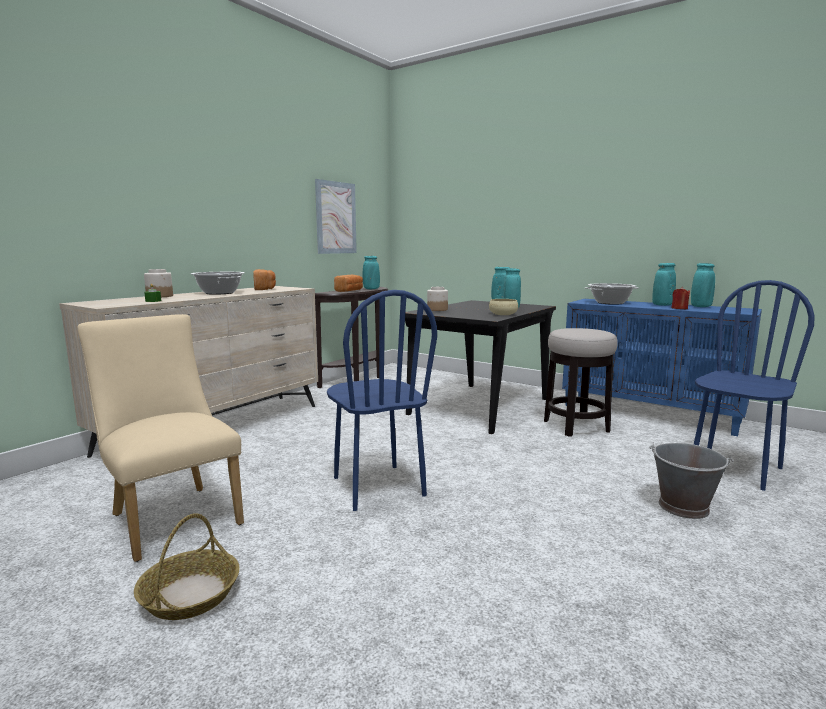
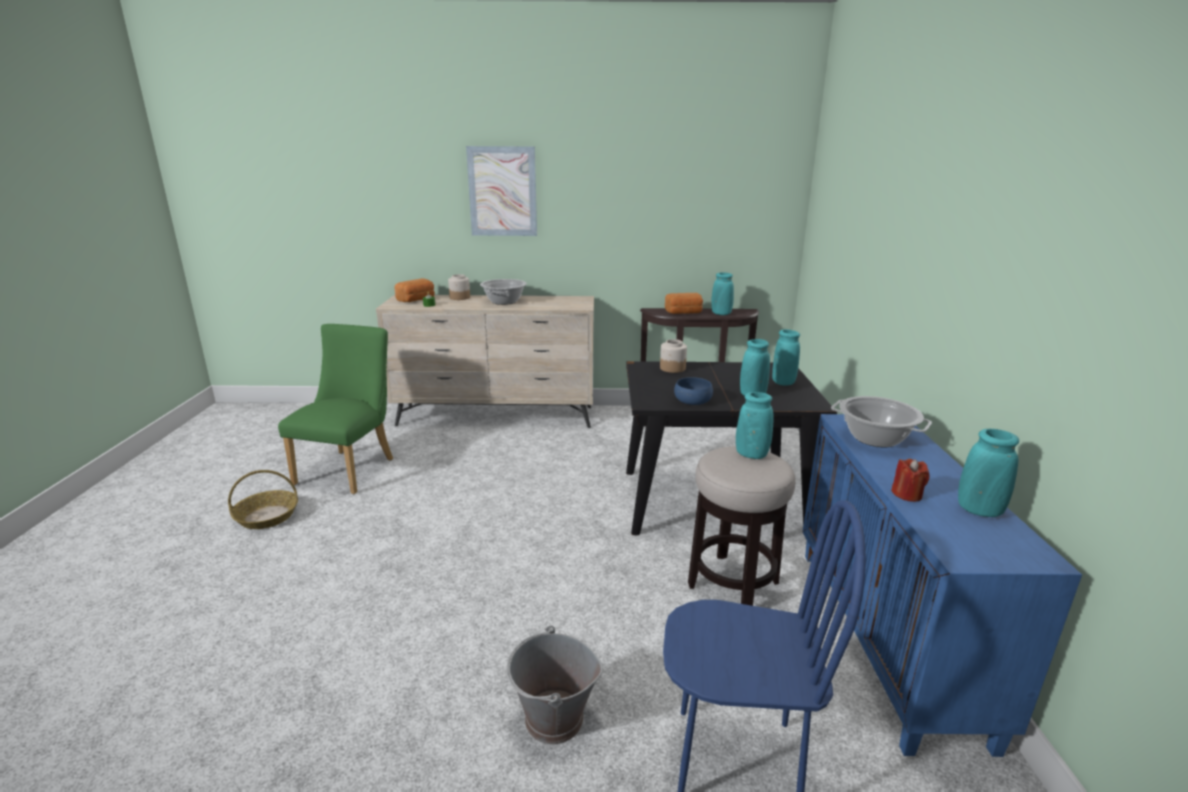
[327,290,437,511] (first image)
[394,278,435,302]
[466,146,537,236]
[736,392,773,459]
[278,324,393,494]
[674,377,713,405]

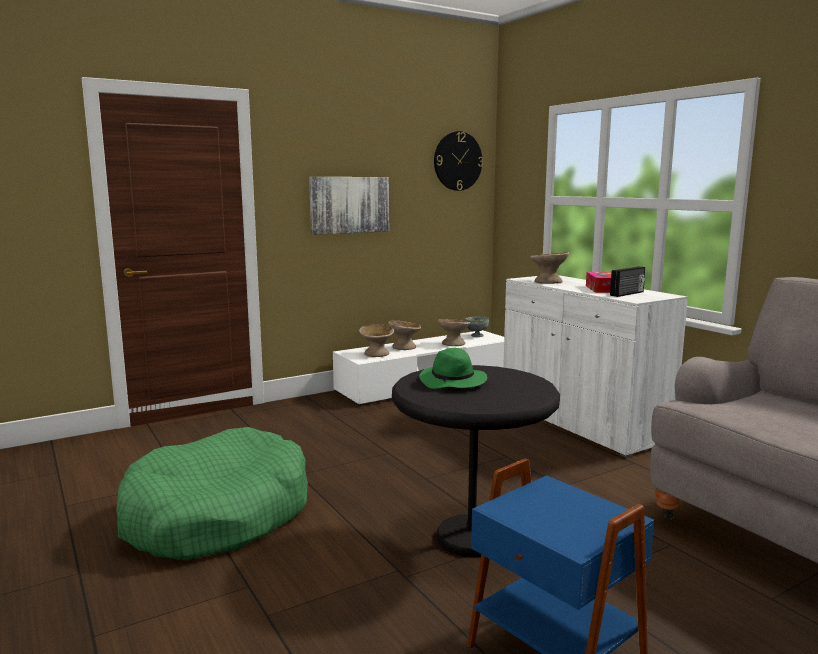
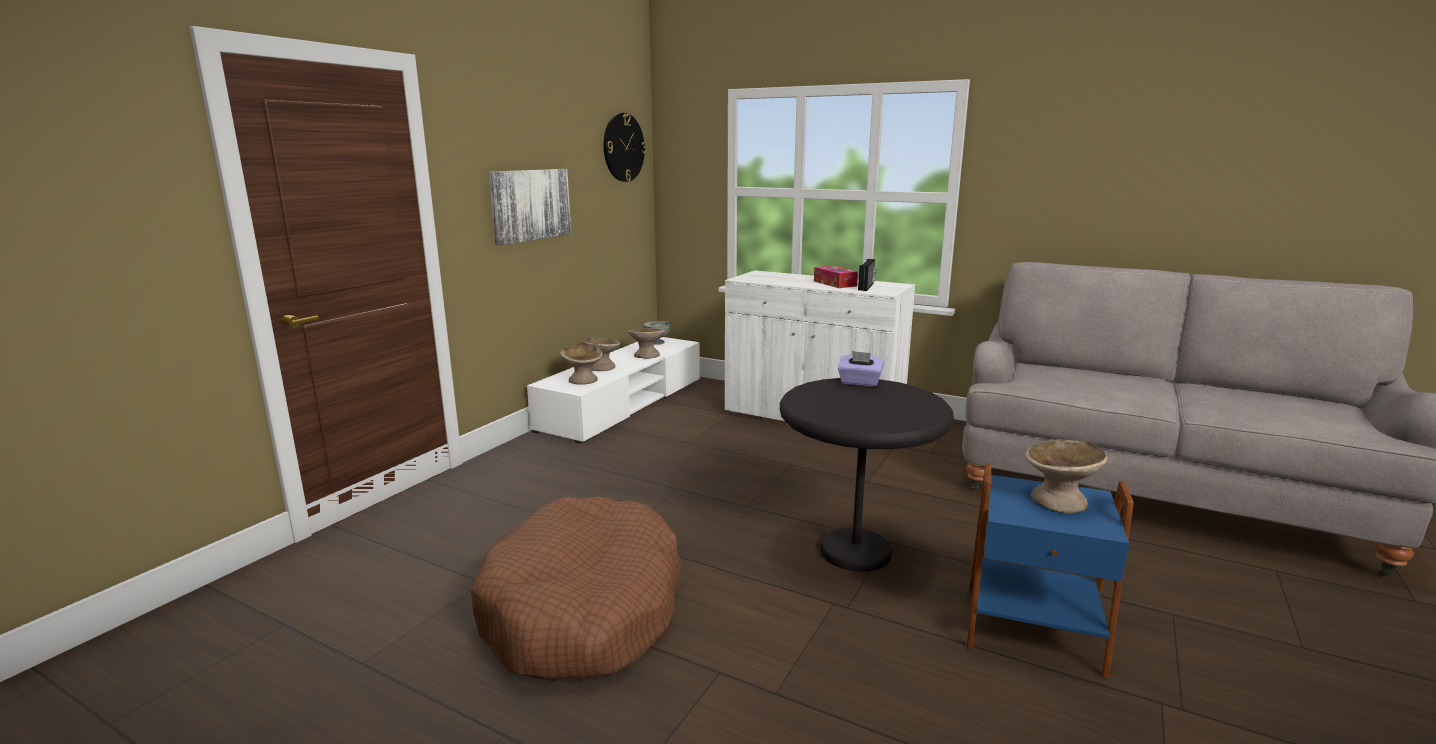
[419,348,487,389] (first image)
[838,351,884,387]
[1025,440,1107,513]
[471,496,681,681]

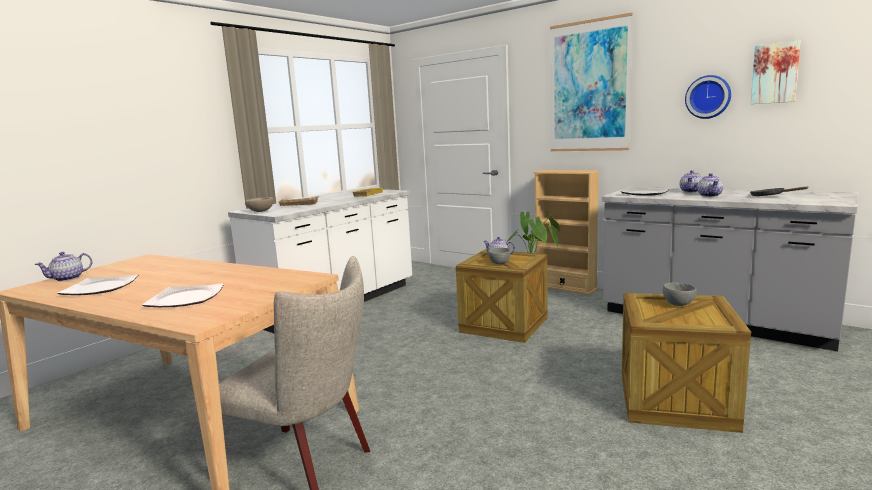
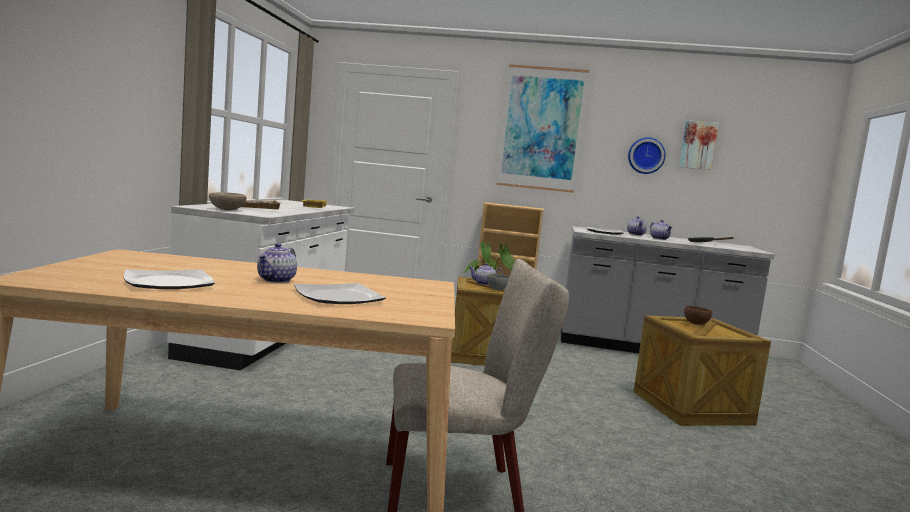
[257,243,297,283]
[684,306,712,325]

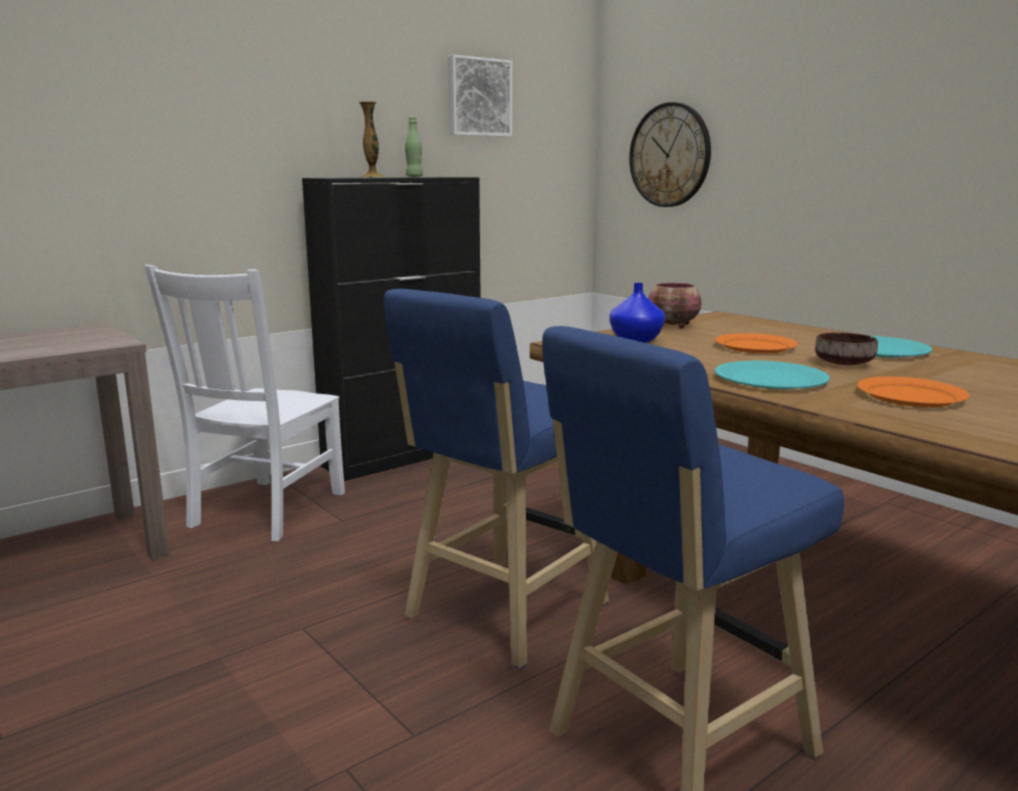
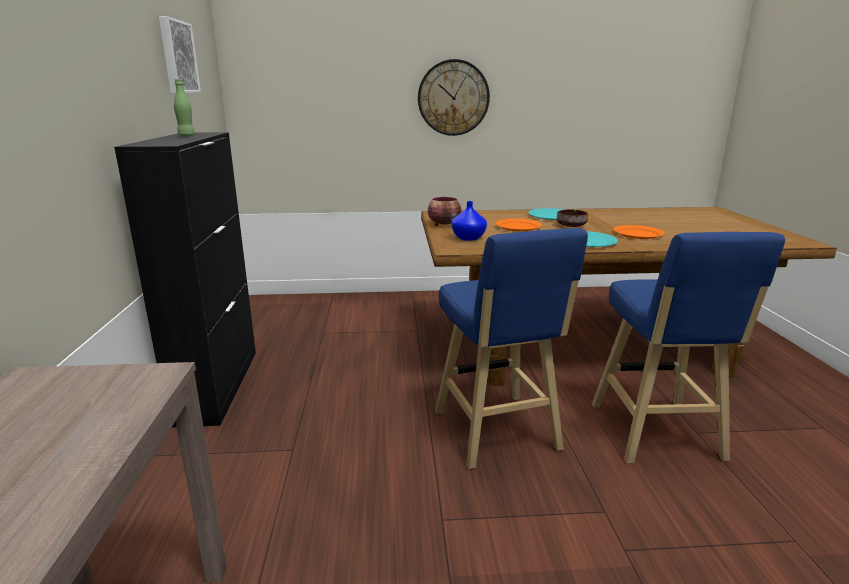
[145,265,345,541] (first image)
[359,102,386,177] (first image)
[418,59,490,136]

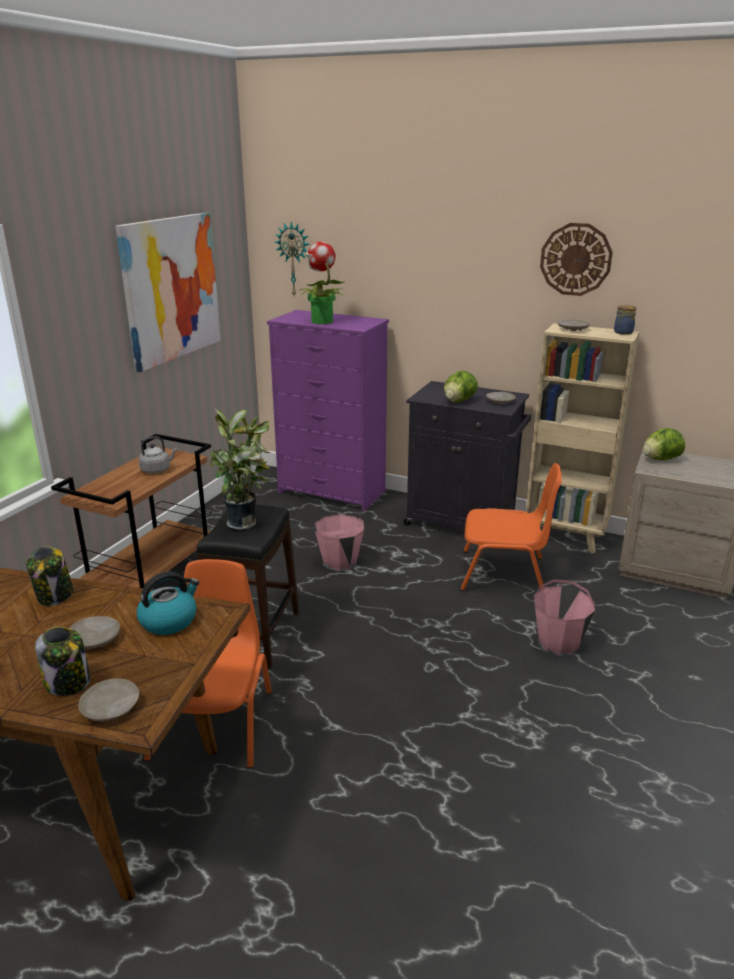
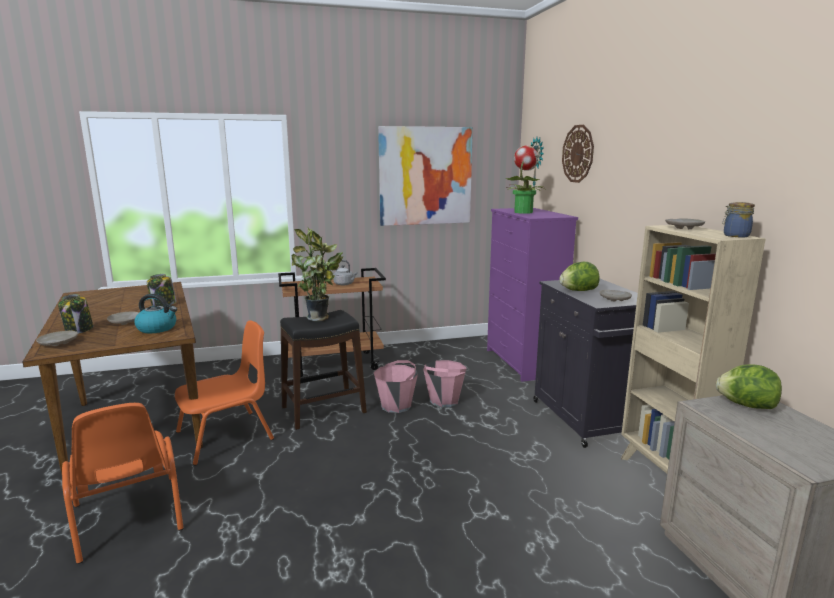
[62,403,184,564]
[374,360,418,413]
[562,125,594,183]

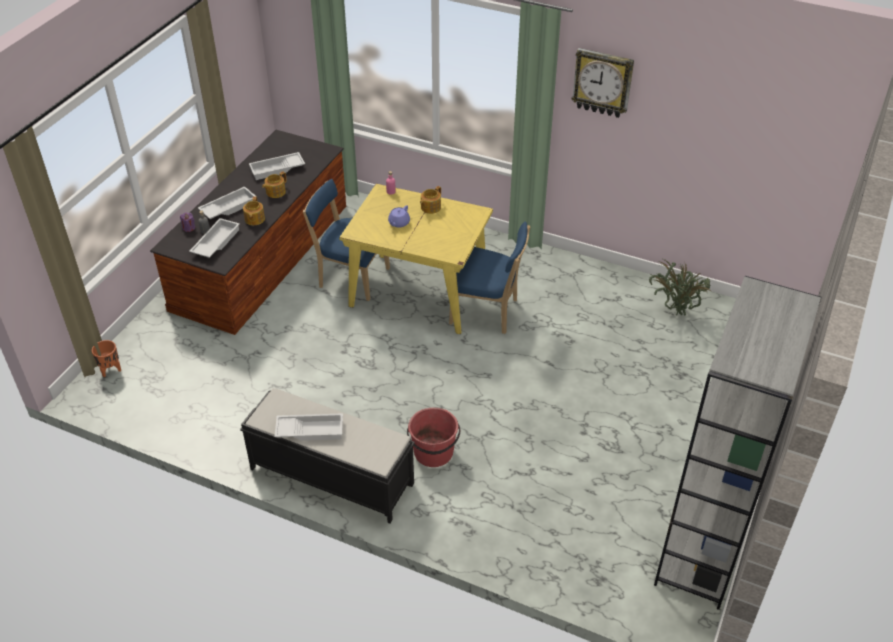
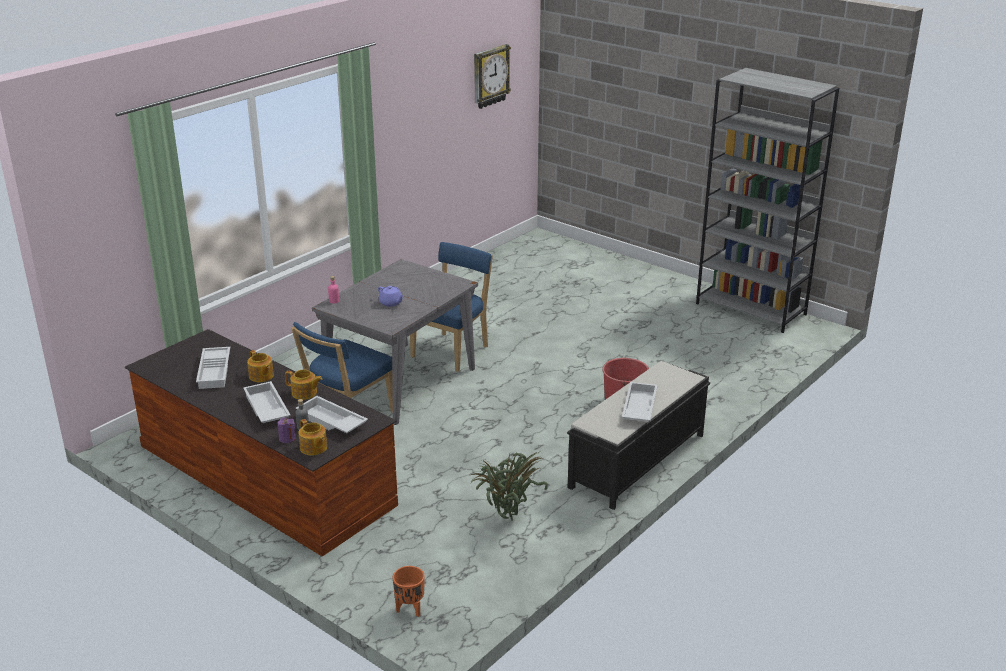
[299,419,327,456]
[474,44,511,109]
[468,451,548,520]
[312,259,478,425]

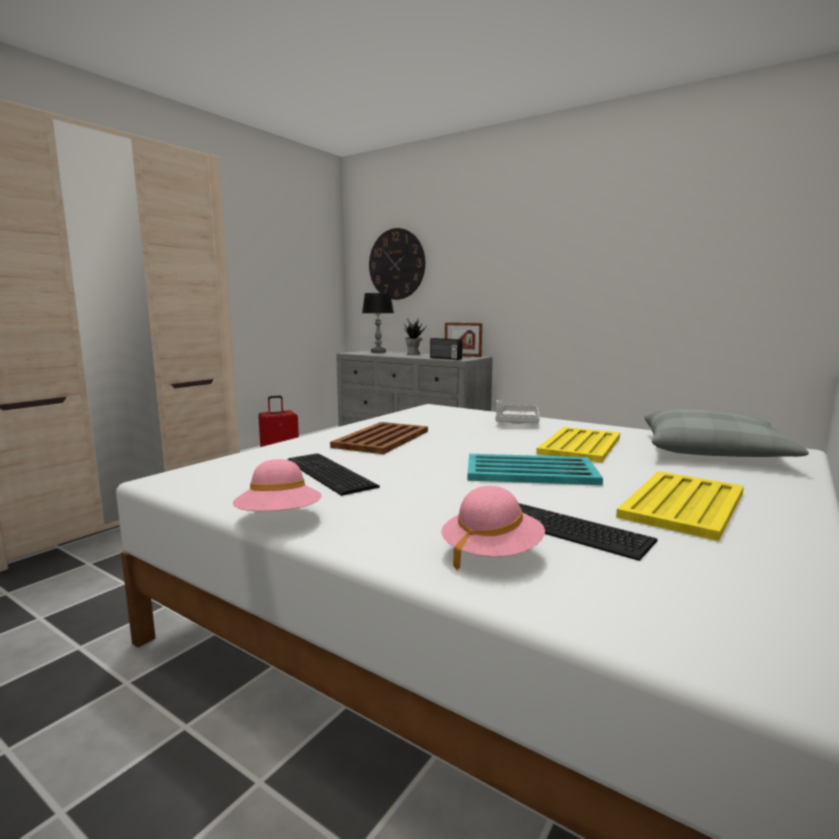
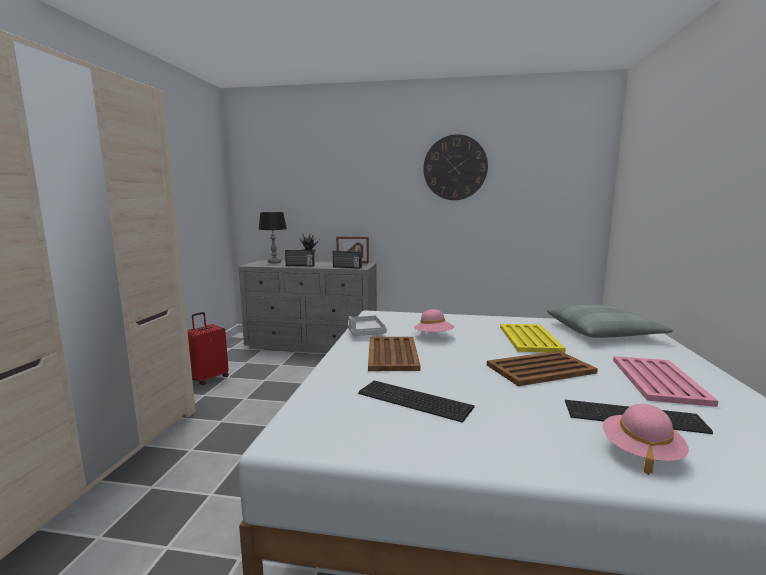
[285,250,315,266]
[414,309,454,332]
[423,134,488,200]
[348,315,387,336]
[487,351,598,386]
[613,356,719,407]

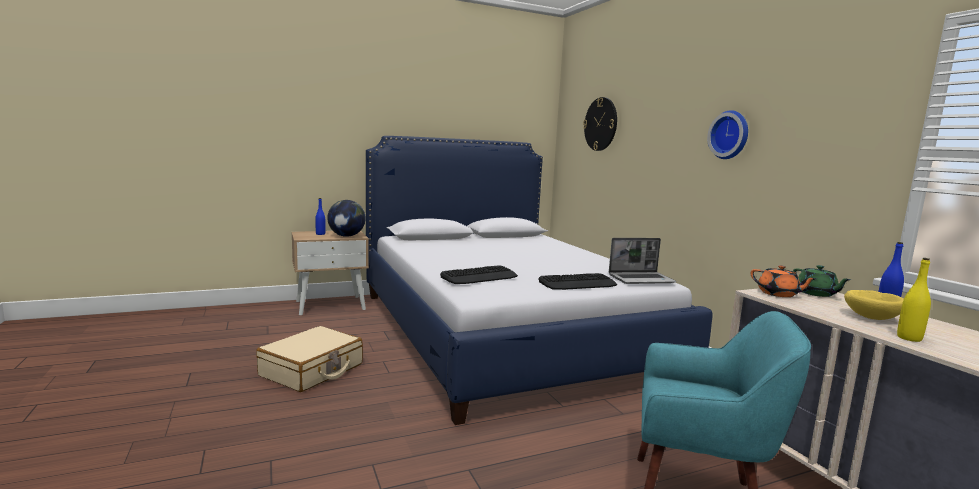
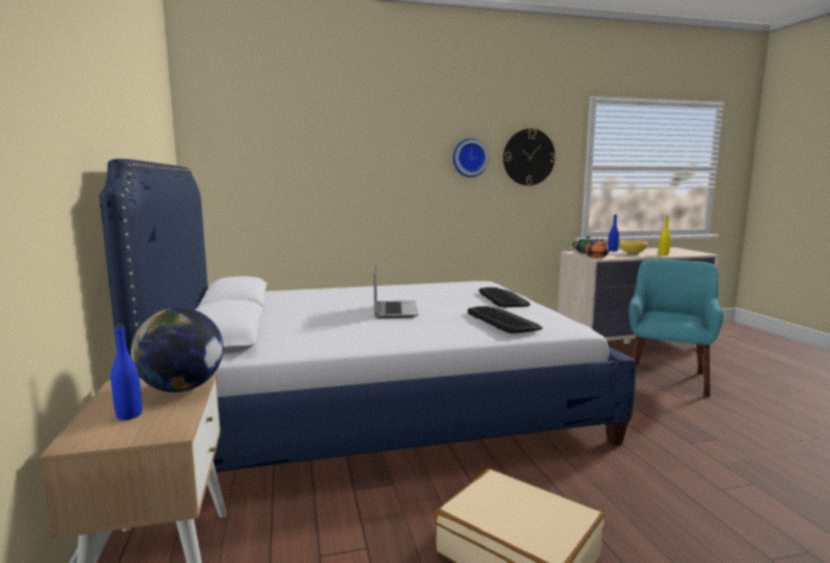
[503,129,556,186]
[374,266,418,318]

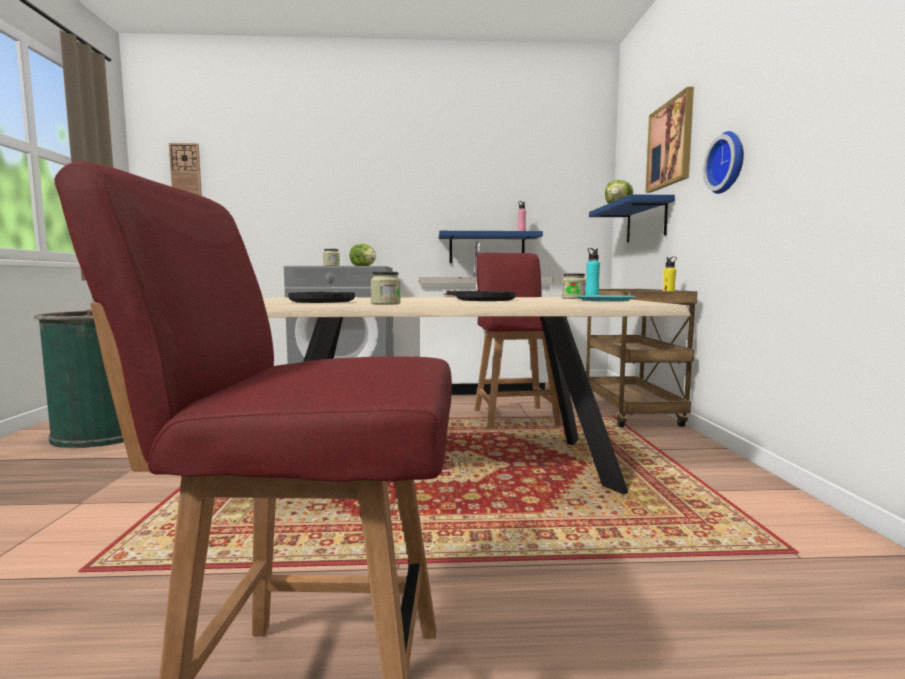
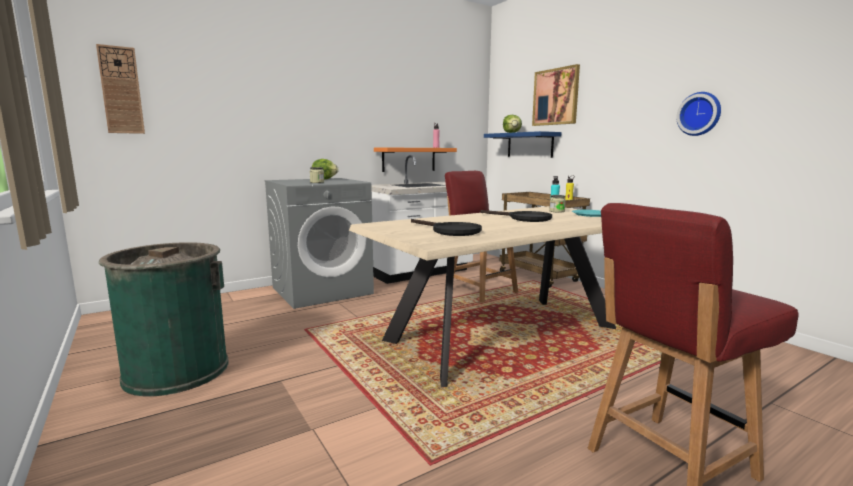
[370,272,401,304] (first image)
[677,92,721,136]
[374,148,457,172]

